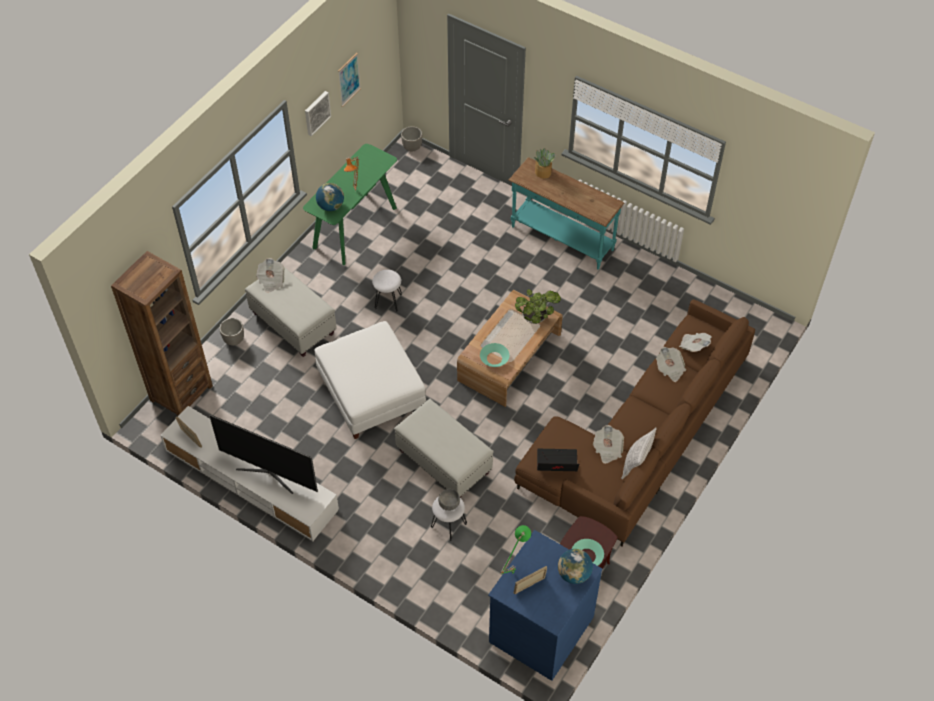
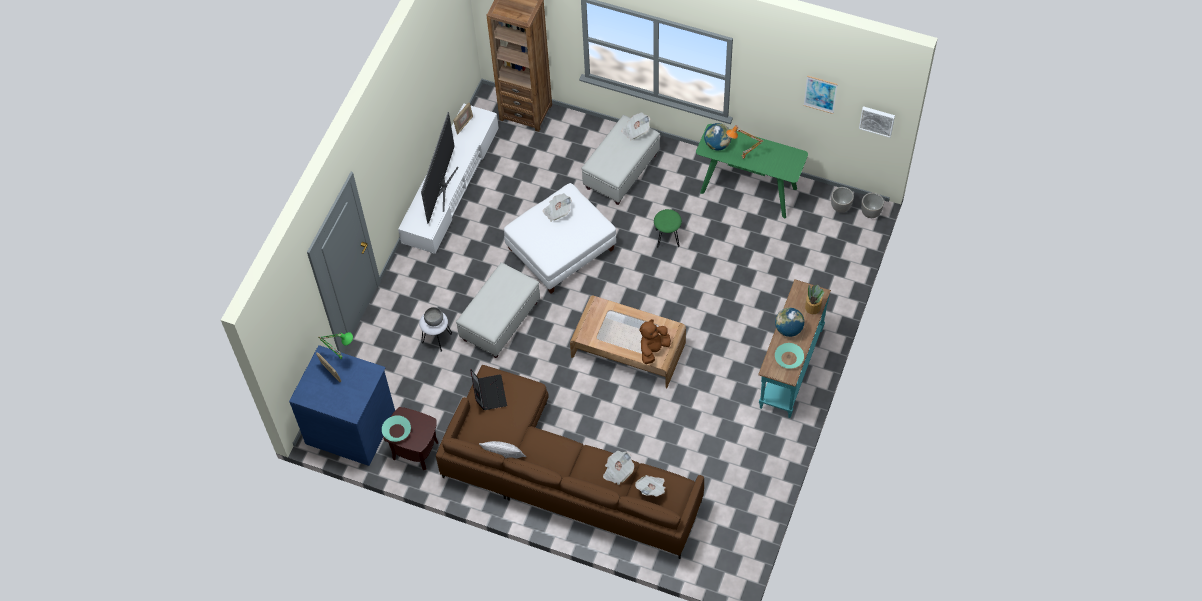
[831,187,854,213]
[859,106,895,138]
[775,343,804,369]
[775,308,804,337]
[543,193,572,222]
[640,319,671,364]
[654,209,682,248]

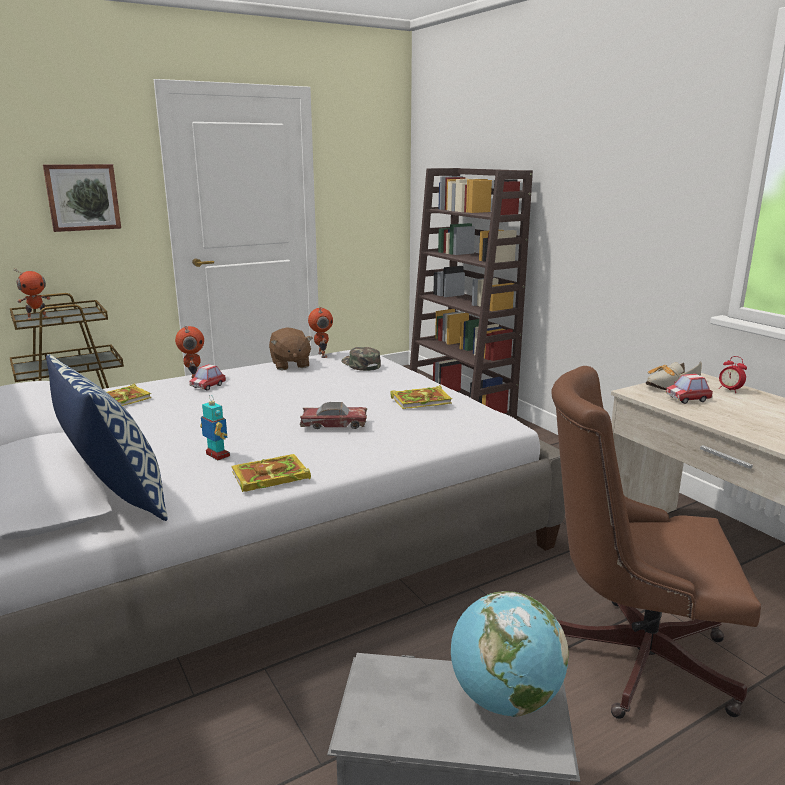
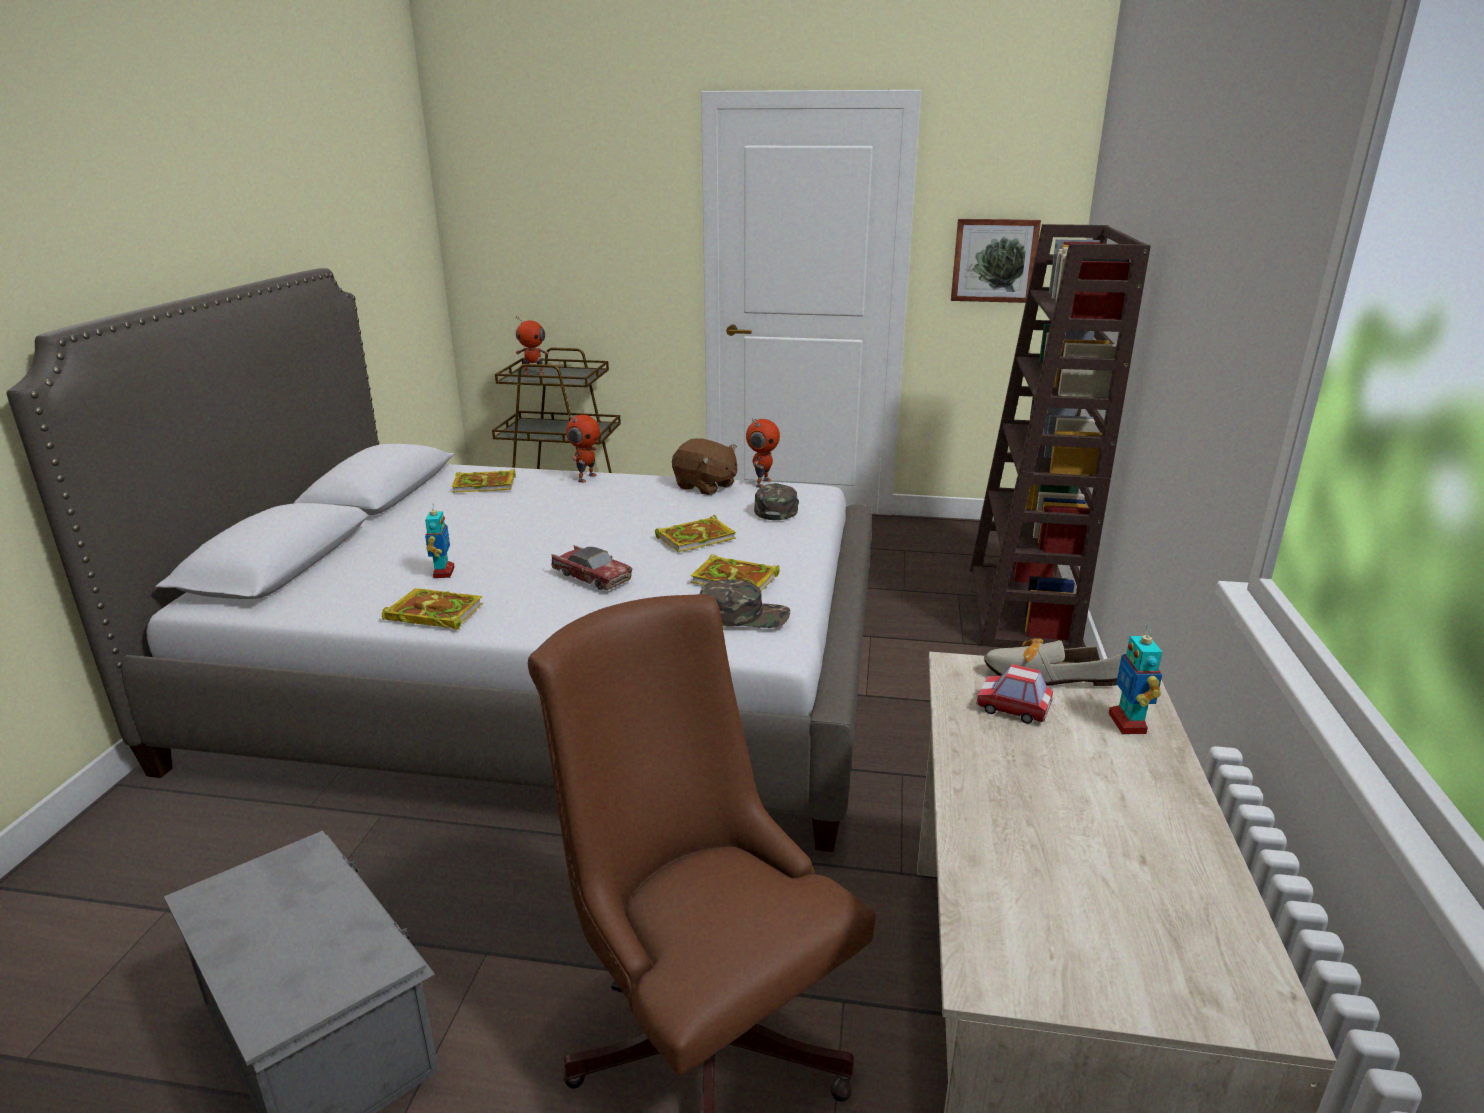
[46,354,168,521] (first image)
[190,364,226,391] (first image)
[451,591,569,717] (first image)
[655,515,736,552]
[700,579,790,628]
[951,219,1041,303]
[1109,626,1162,734]
[672,438,737,495]

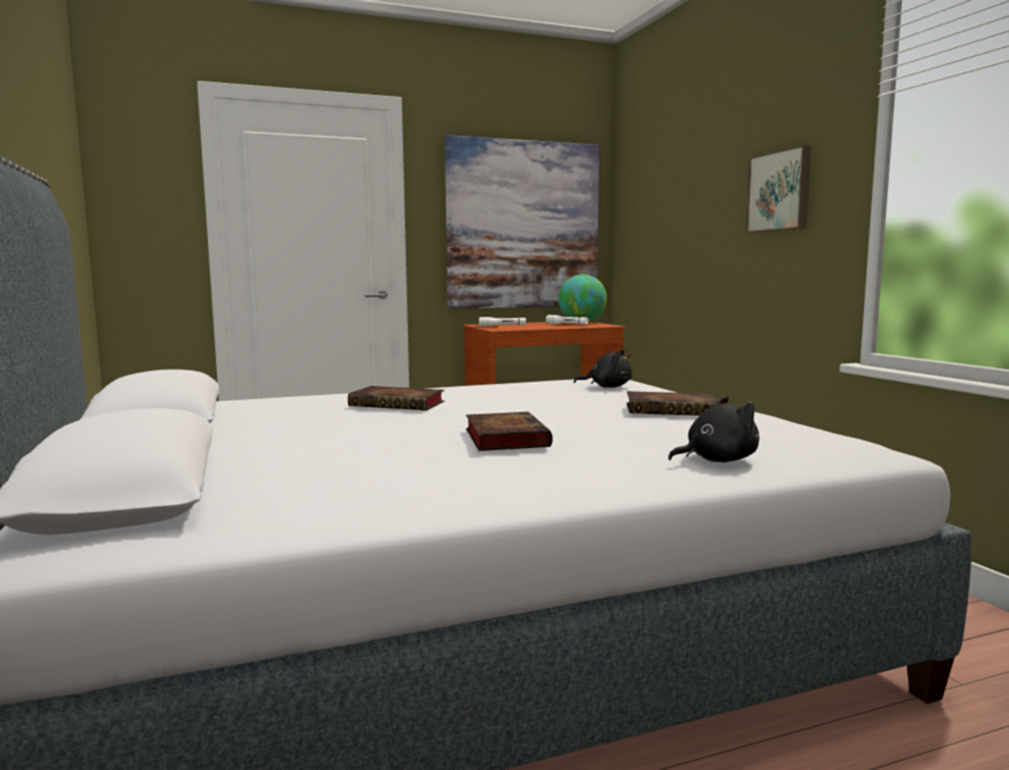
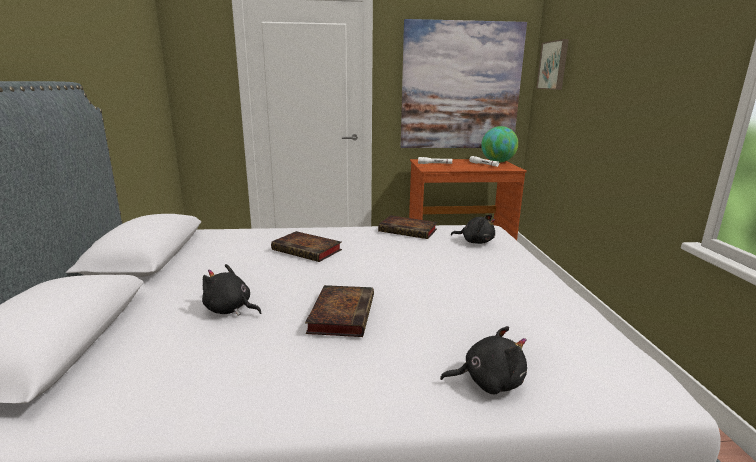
[202,264,261,316]
[378,215,437,239]
[536,39,569,90]

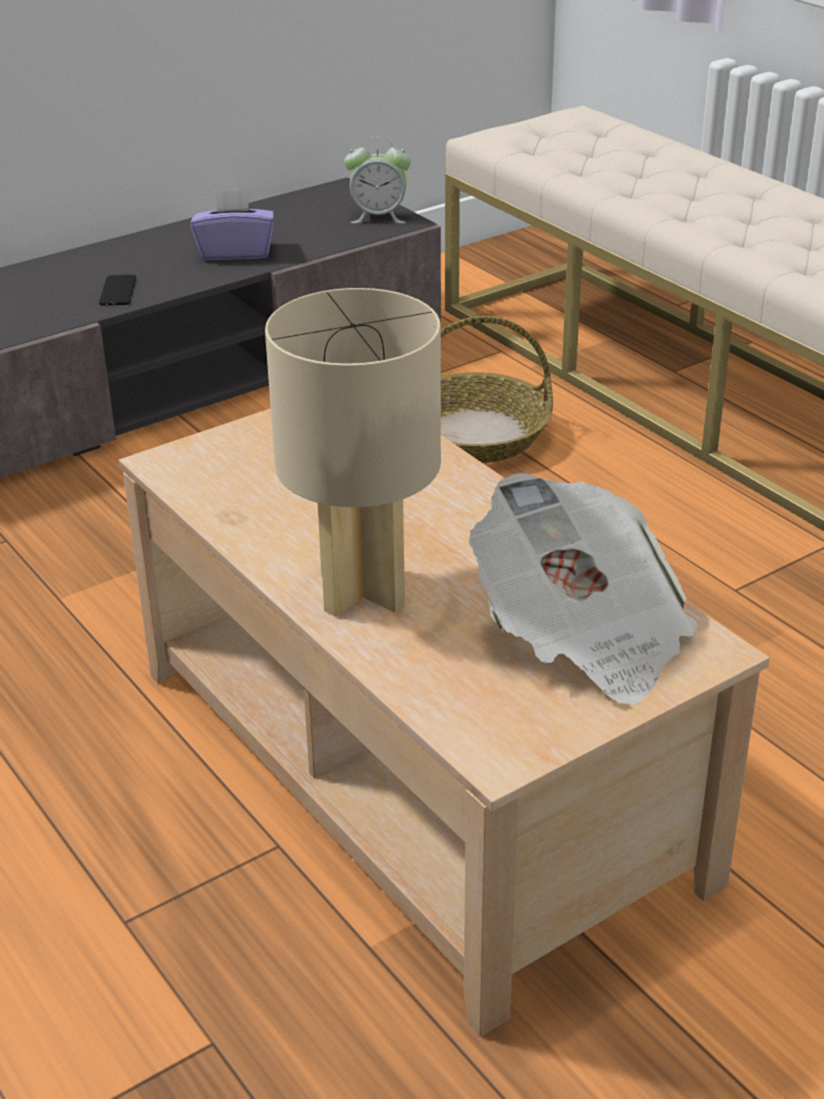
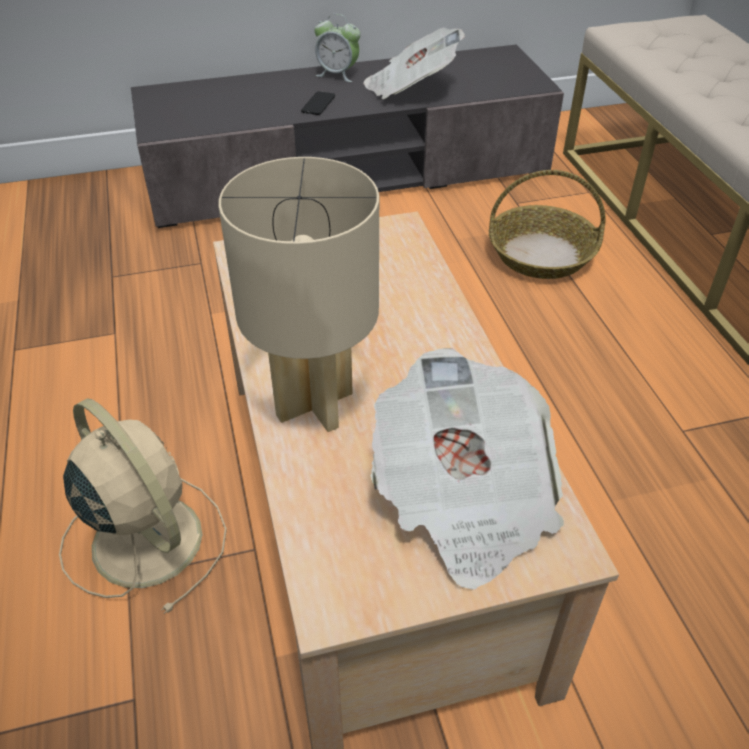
[59,398,227,614]
[314,14,360,82]
[363,27,465,99]

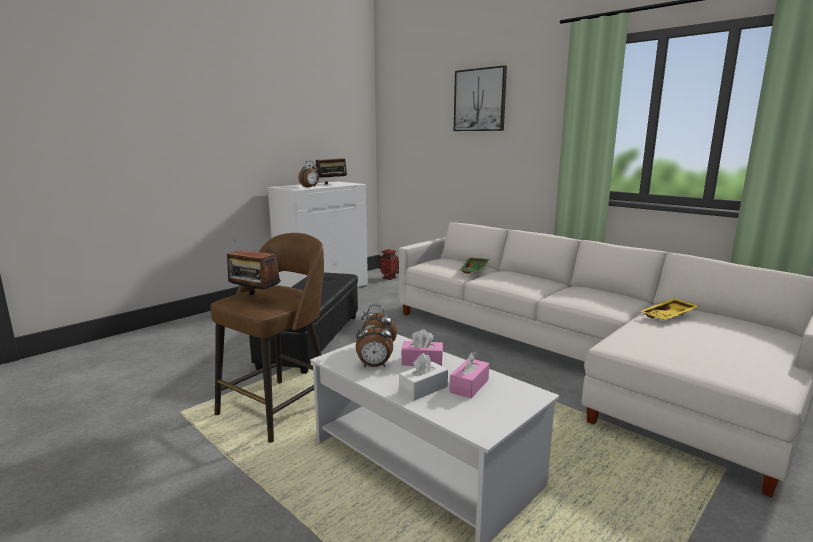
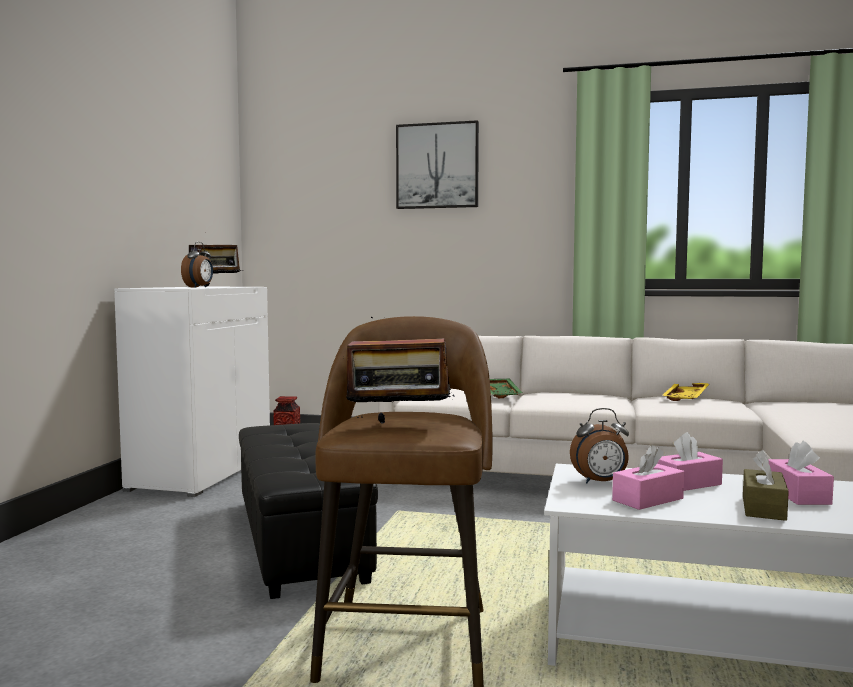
[662,383,710,401]
[612,445,684,510]
[743,450,789,521]

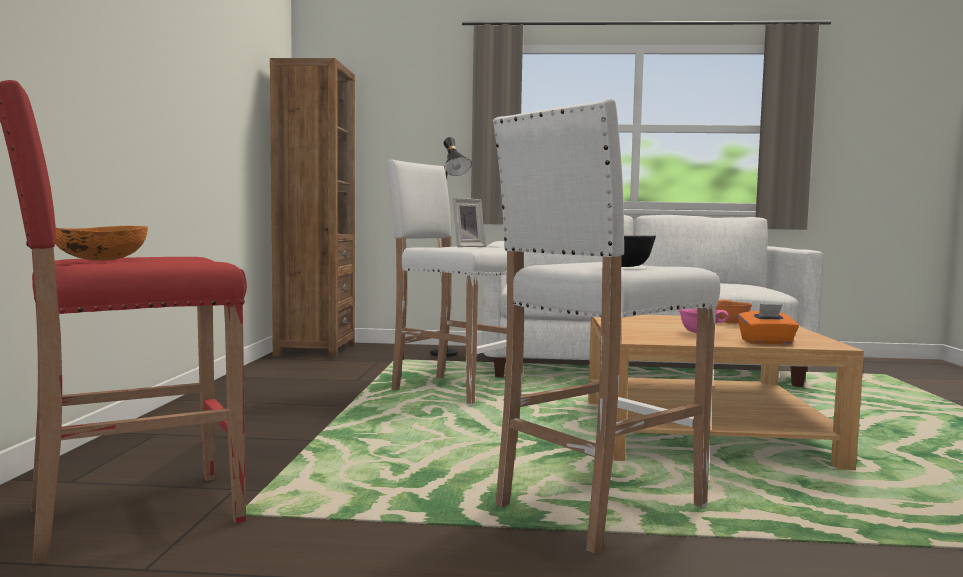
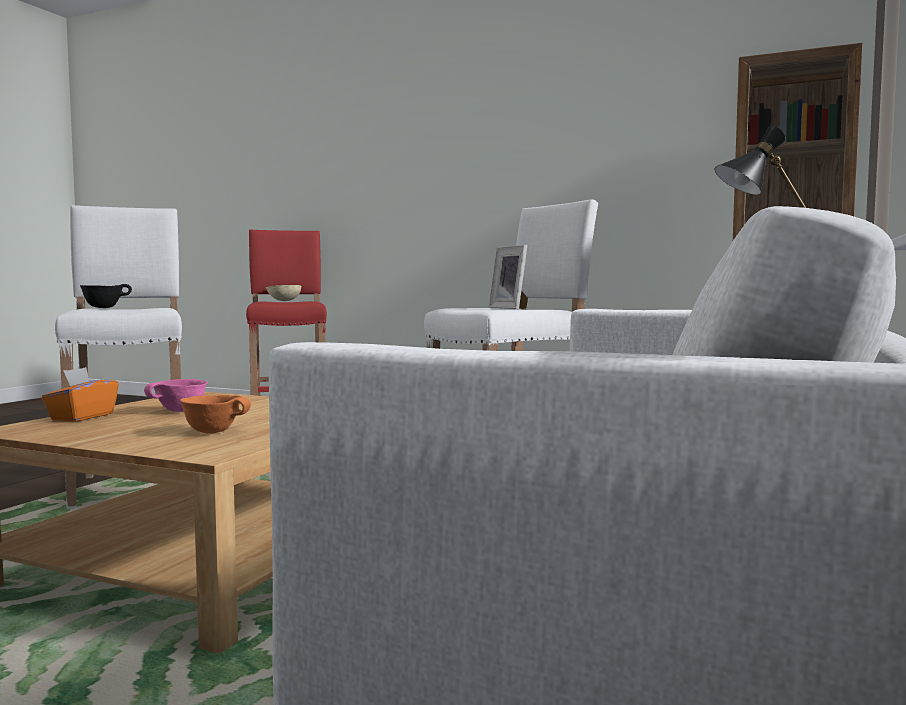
[265,285,301,301]

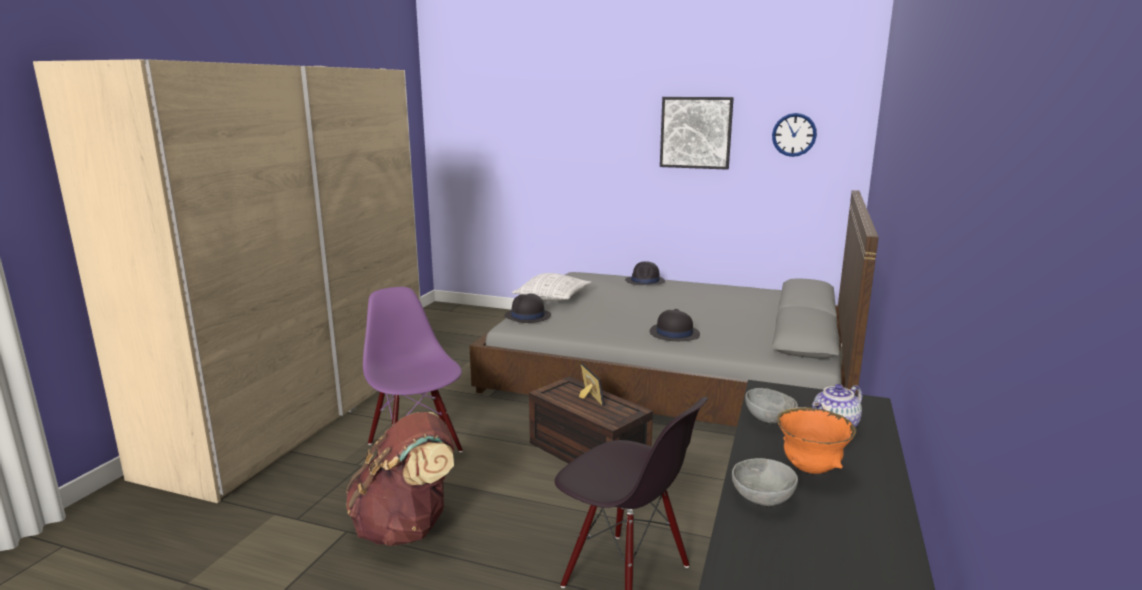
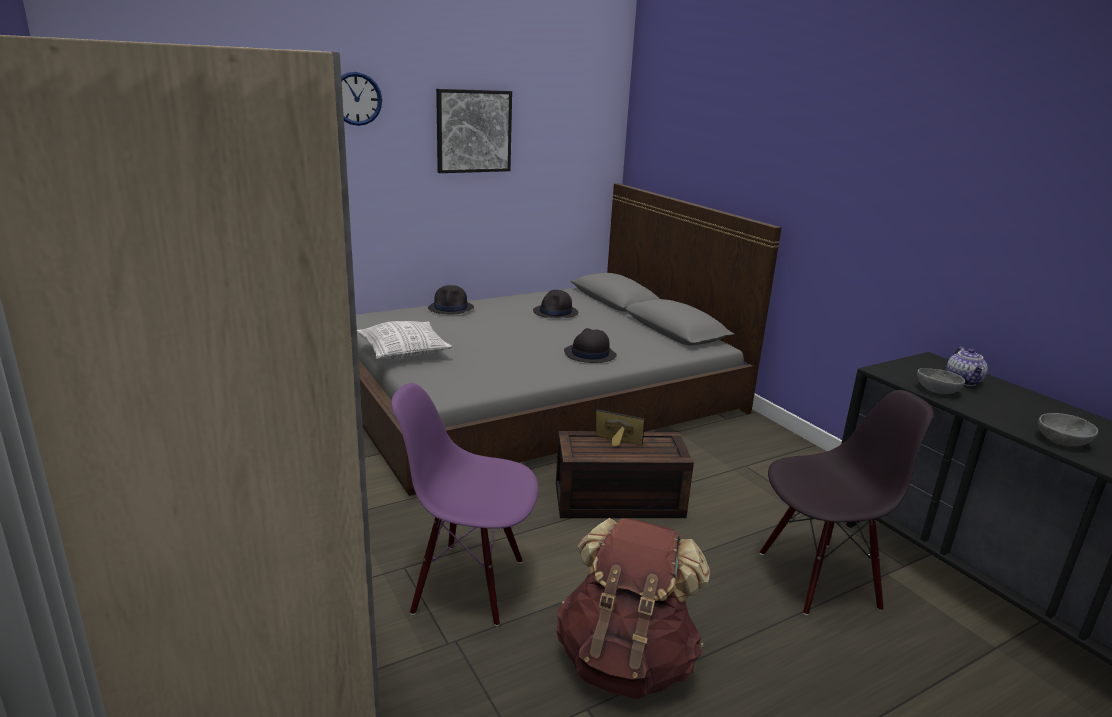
[777,407,856,474] (first image)
[533,290,578,318]
[341,72,382,126]

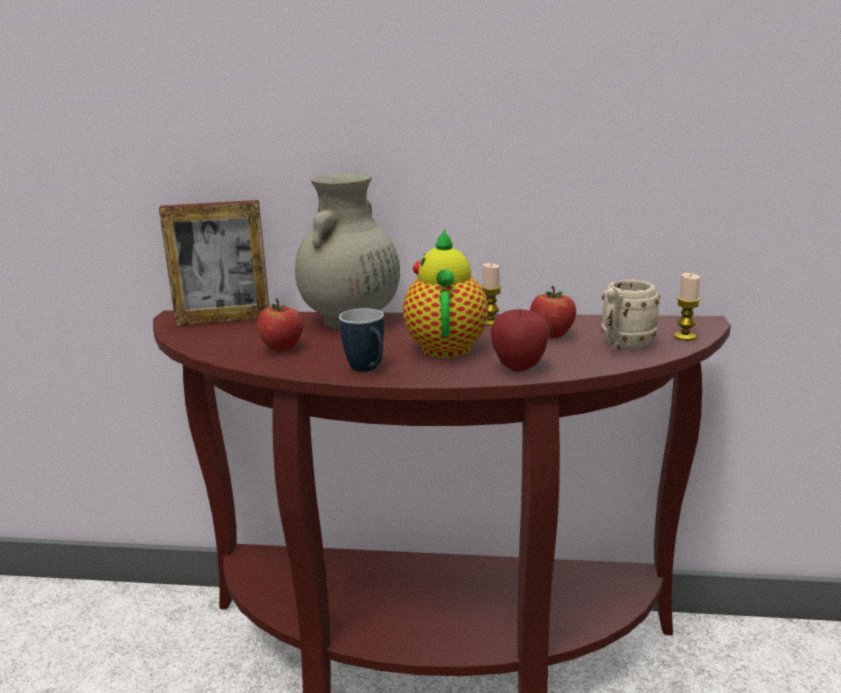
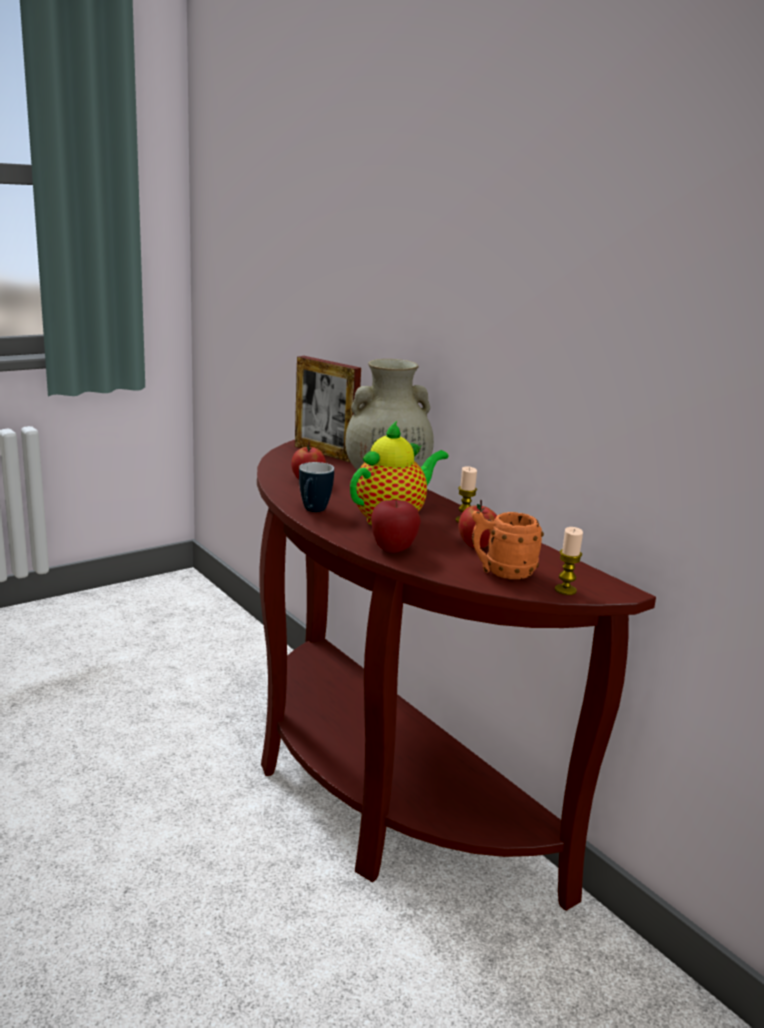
[472,511,544,579]

